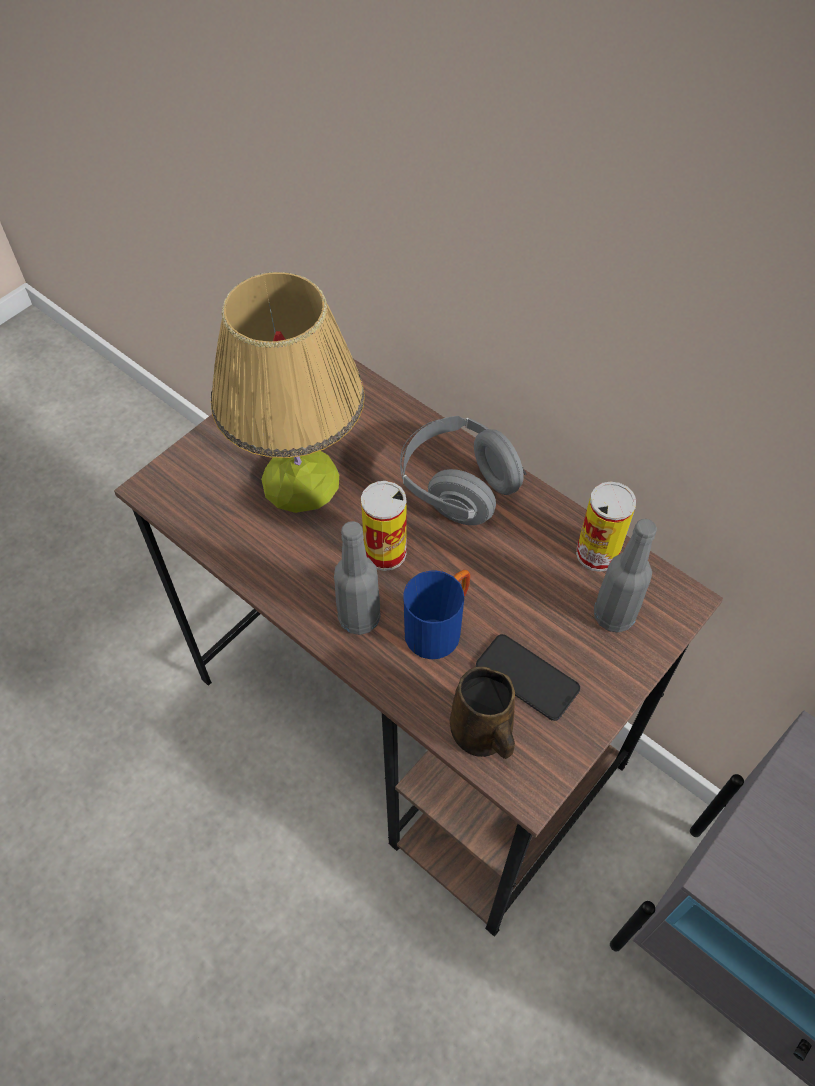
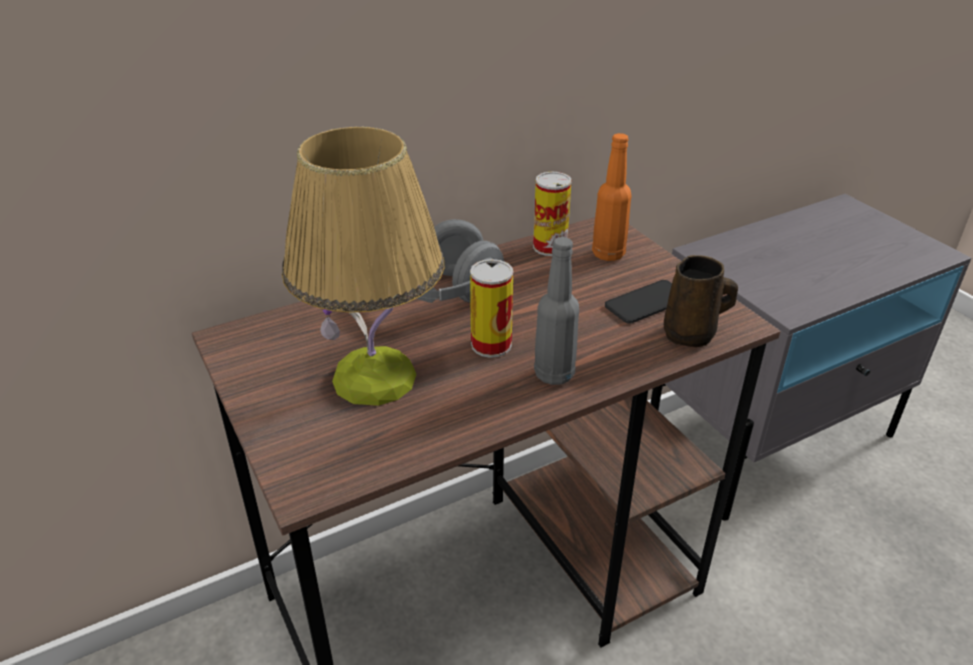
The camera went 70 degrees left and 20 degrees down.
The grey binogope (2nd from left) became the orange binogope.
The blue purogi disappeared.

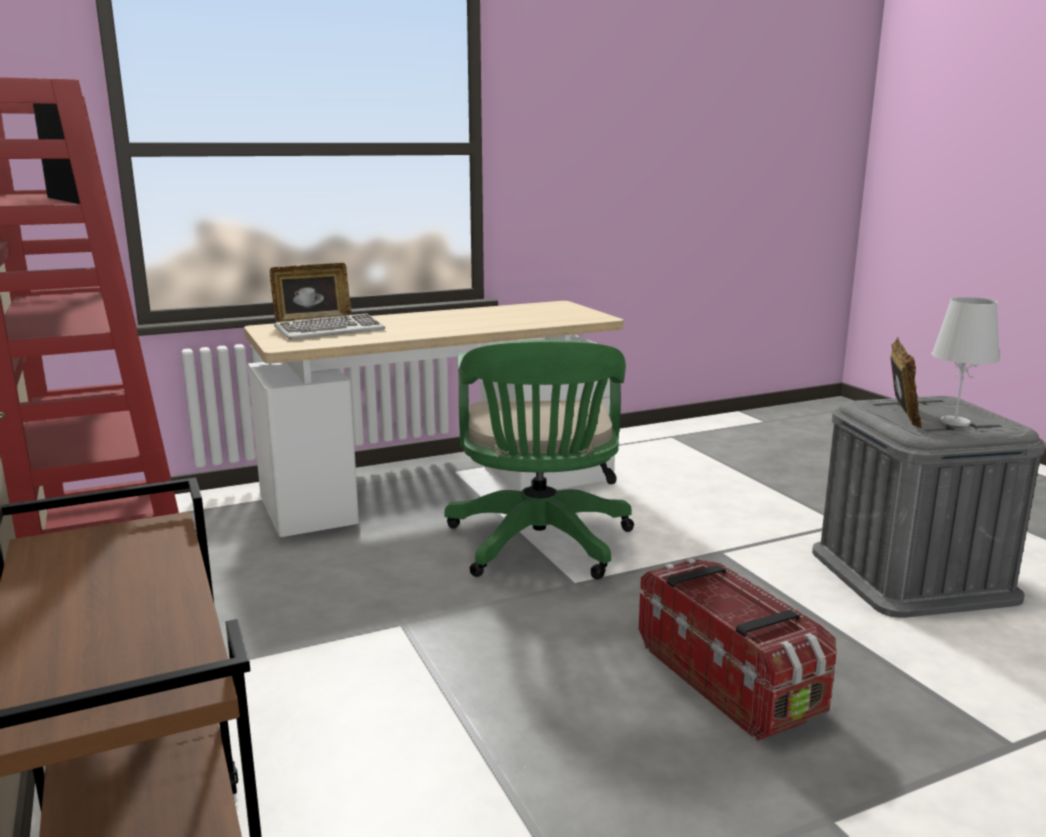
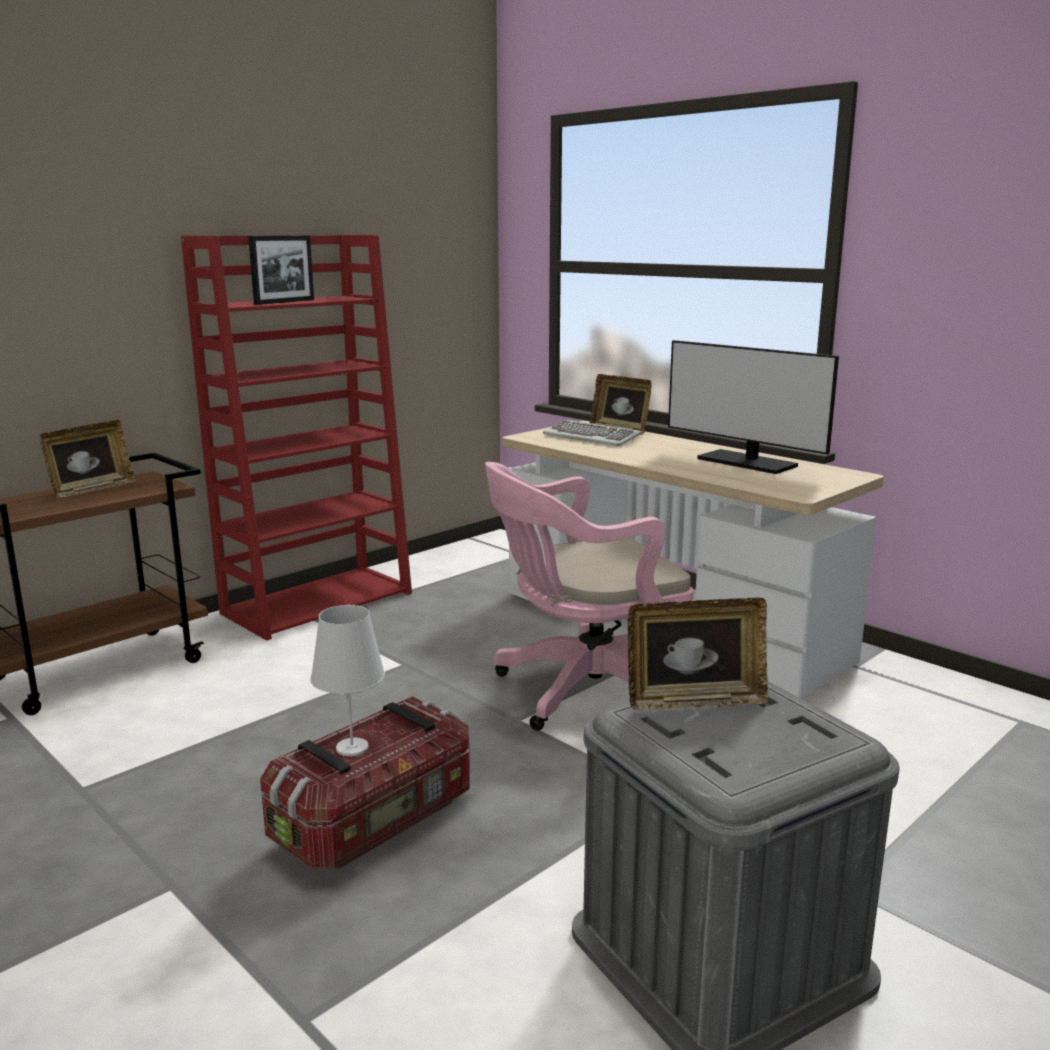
The camera went 70 degrees right and 0 degrees up.
The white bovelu moved.
The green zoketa became the pink zoketa.
The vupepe appeared.
The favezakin (1st from left) appeared.

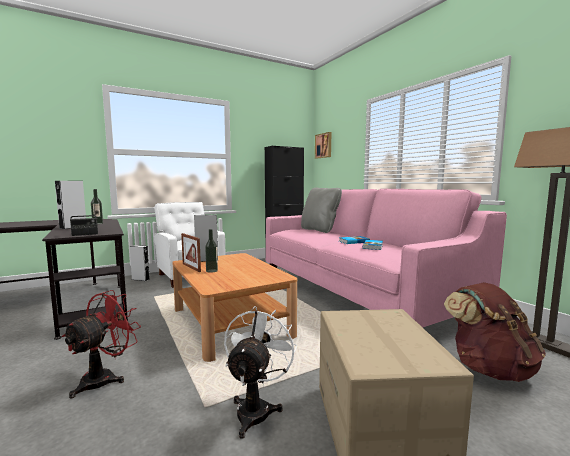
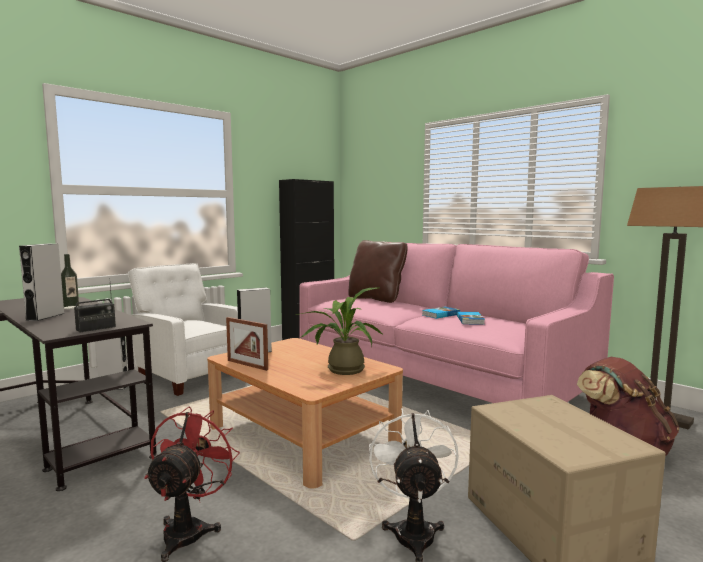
The camera went 15 degrees left and 0 degrees up.
The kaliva disappeared.
The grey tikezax became the brown tikezax.
The binogope (2nd from left) disappeared.
The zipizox appeared.

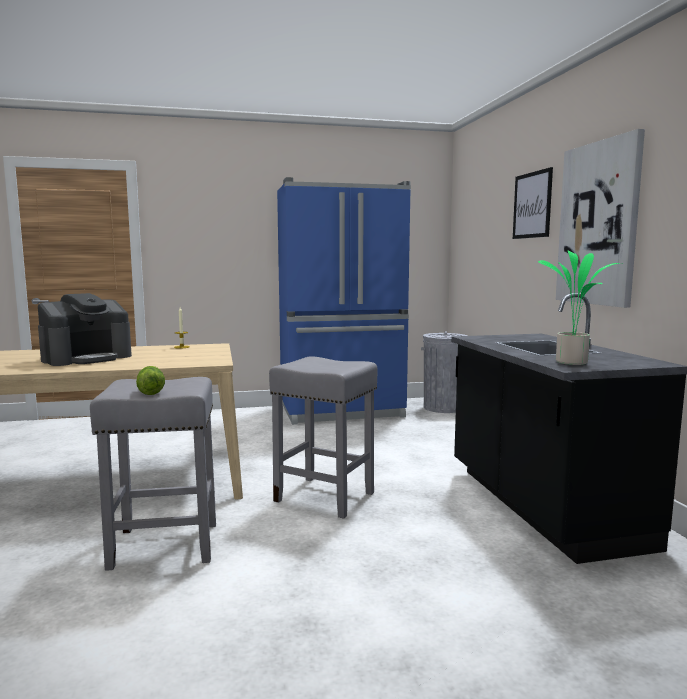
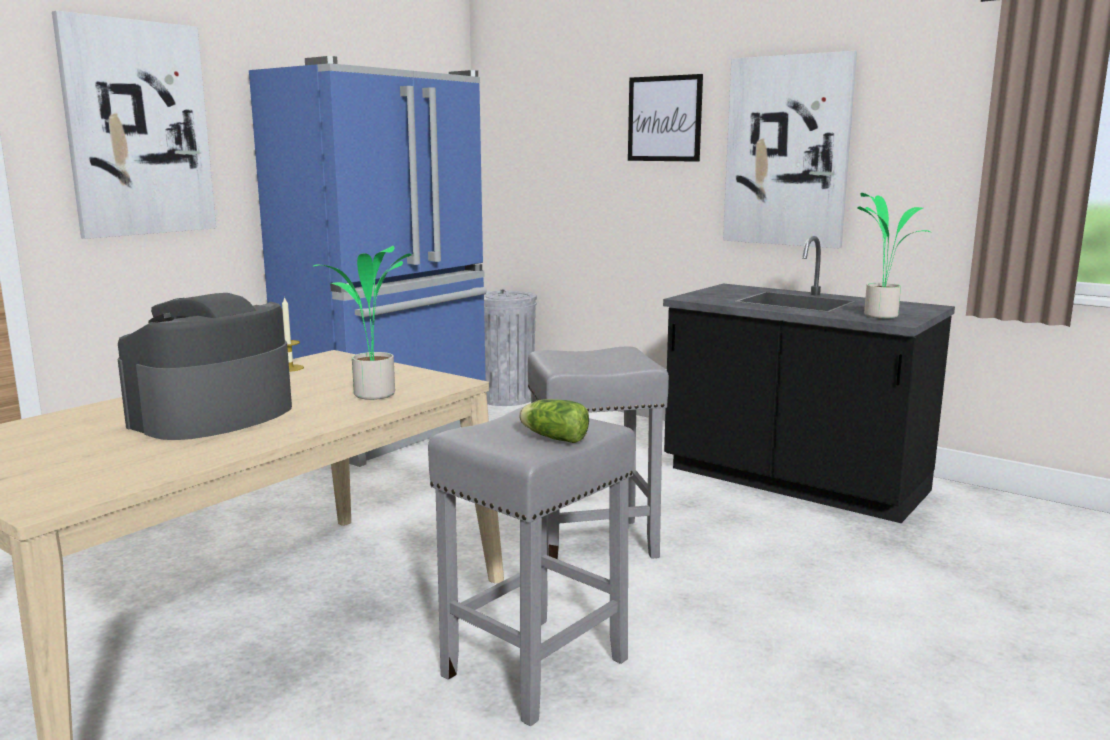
The camera went 40 degrees left and 5 degrees up.
The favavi turned 150 degrees counterclockwise.
The kaliva (1st from left) appeared.
The zipizox (1st from left) appeared.

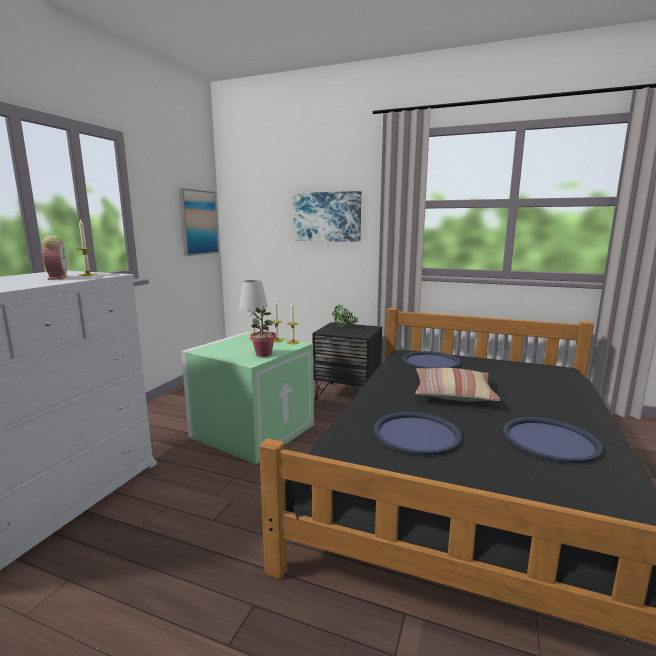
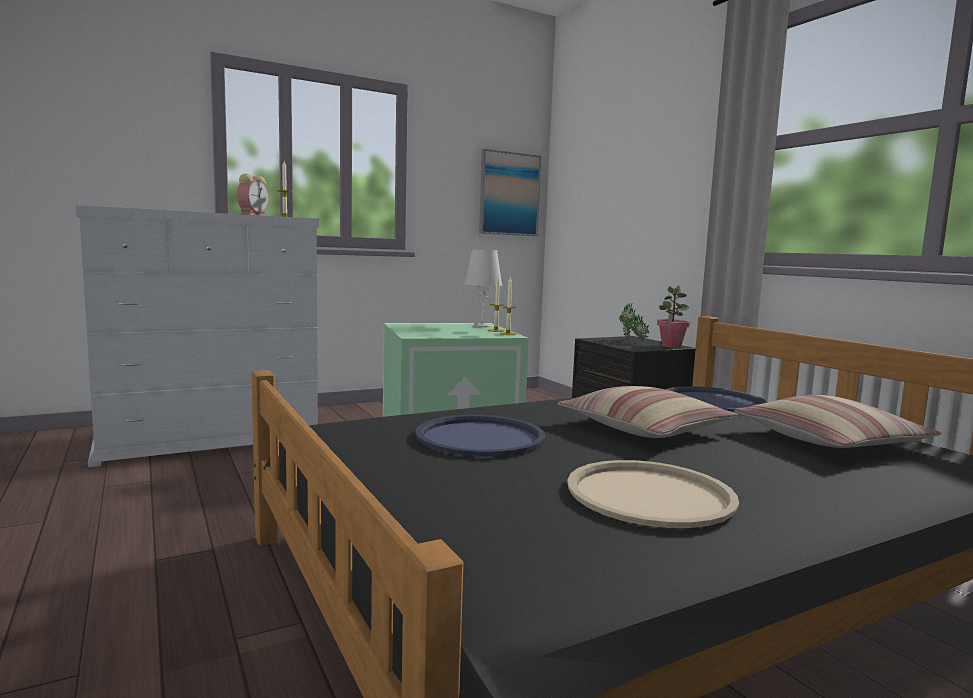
The camera went 40 degrees right and 5 degrees down.
The kaliva (2nd from left) disappeared.
The zipizox (1st from left in the first image) moved.
The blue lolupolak (3rd from left) became the beige lolupolak.
The tikezax (2nd from left) appeared.

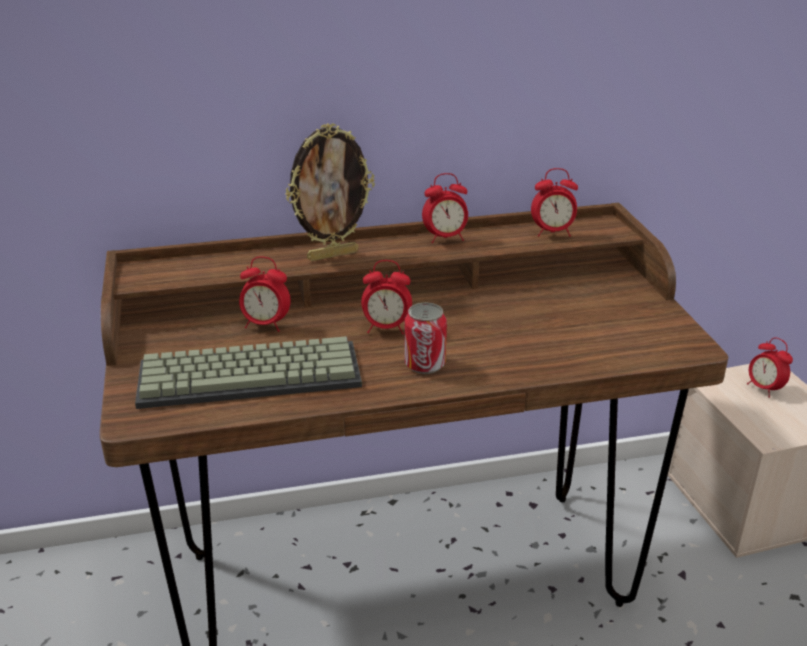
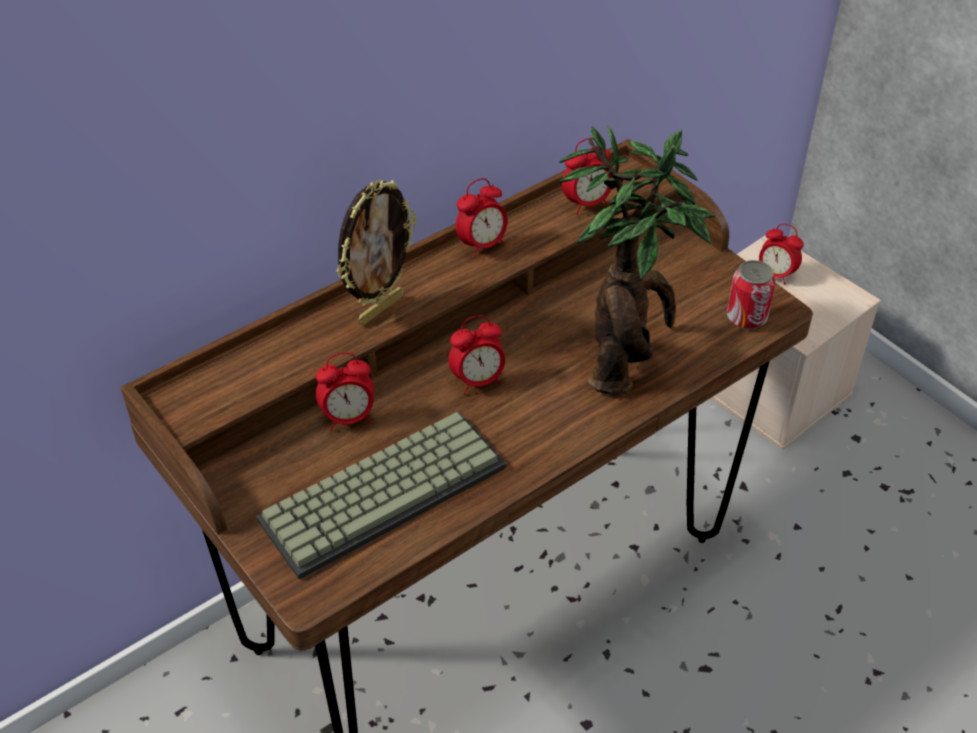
The camera went 25 degrees left and 15 degrees up.
The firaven moved.
The zipizox appeared.

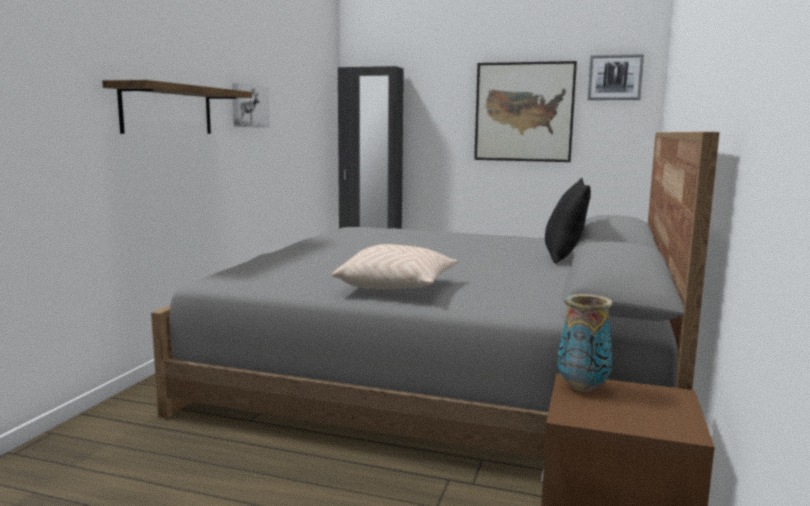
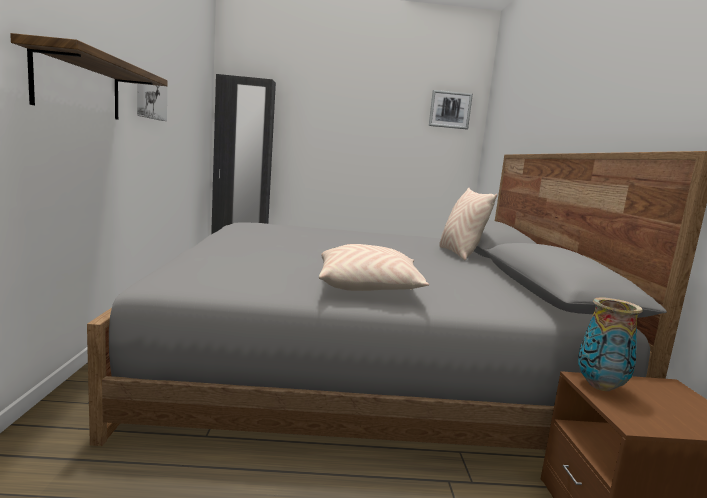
The camera went 20 degrees left and 0 degrees up.
The kaliva (2nd from left) disappeared.
The black tikezax became the beige tikezax (2nd from left).

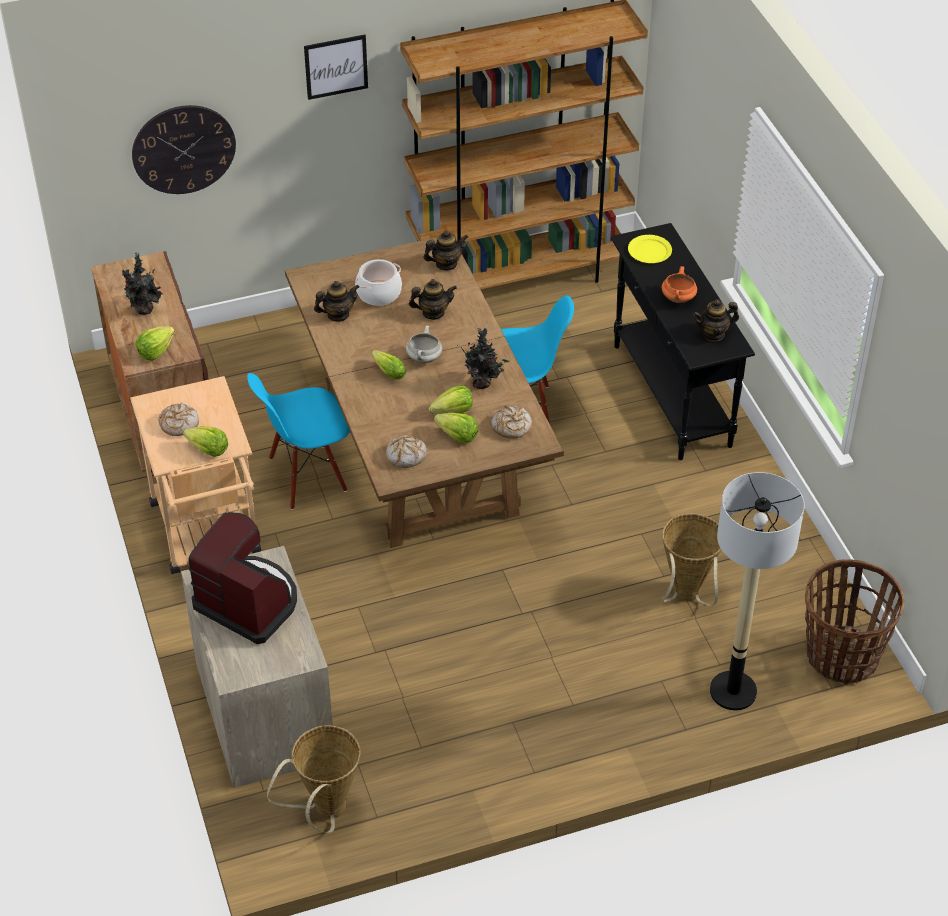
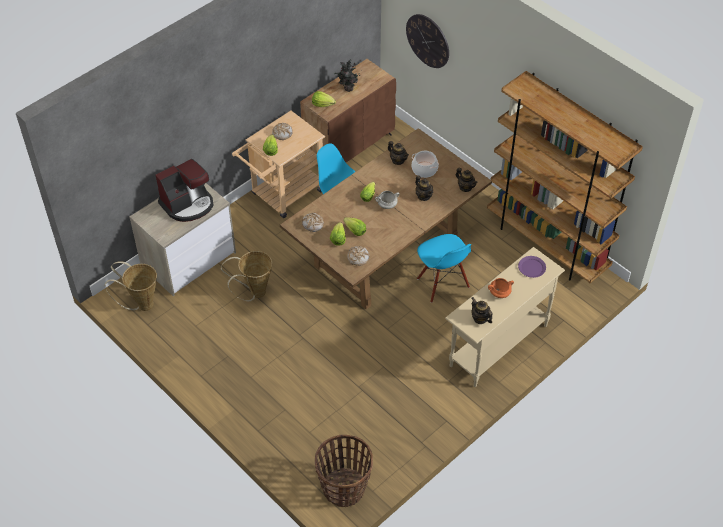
The camera went 65 degrees right and 5 degrees up.
The kaliva disappeared.
The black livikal became the beige livikal.
The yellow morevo became the purple morevo.
The zipizox (2nd from left) disappeared.
The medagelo disappeared.
The favavi turned 45 degrees clockwise.
The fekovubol (2nd from left) moved.

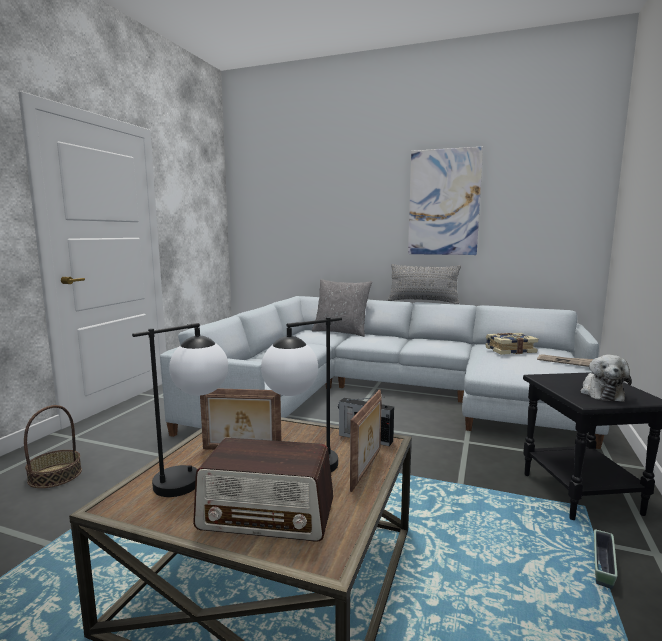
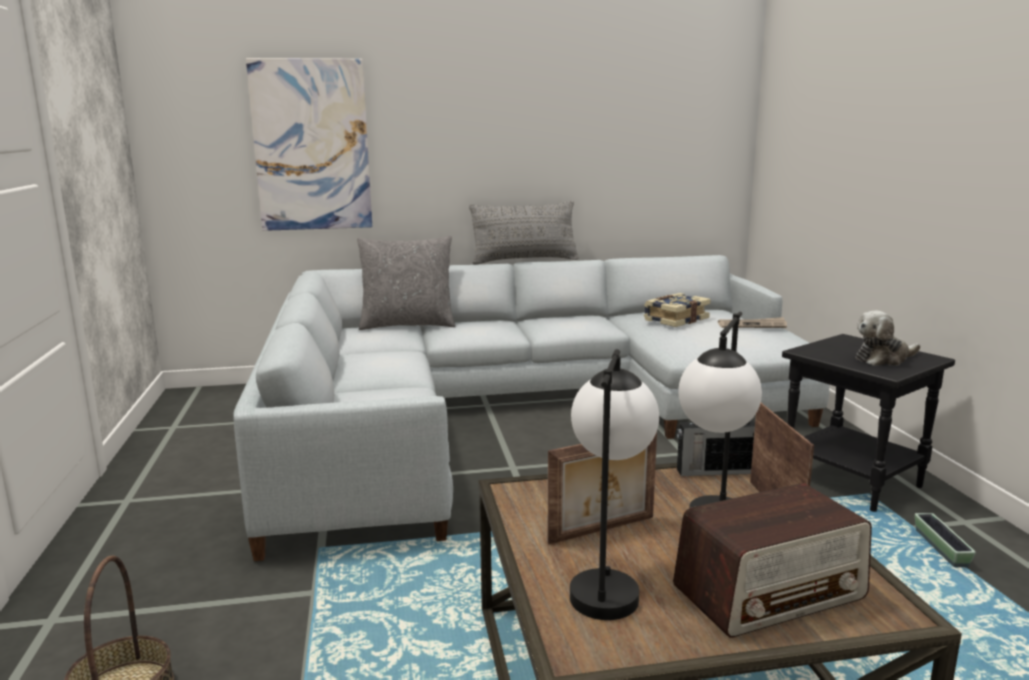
The camera went 30 degrees left and 5 degrees up.
The kaliva moved.
The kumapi turned 90 degrees clockwise.

